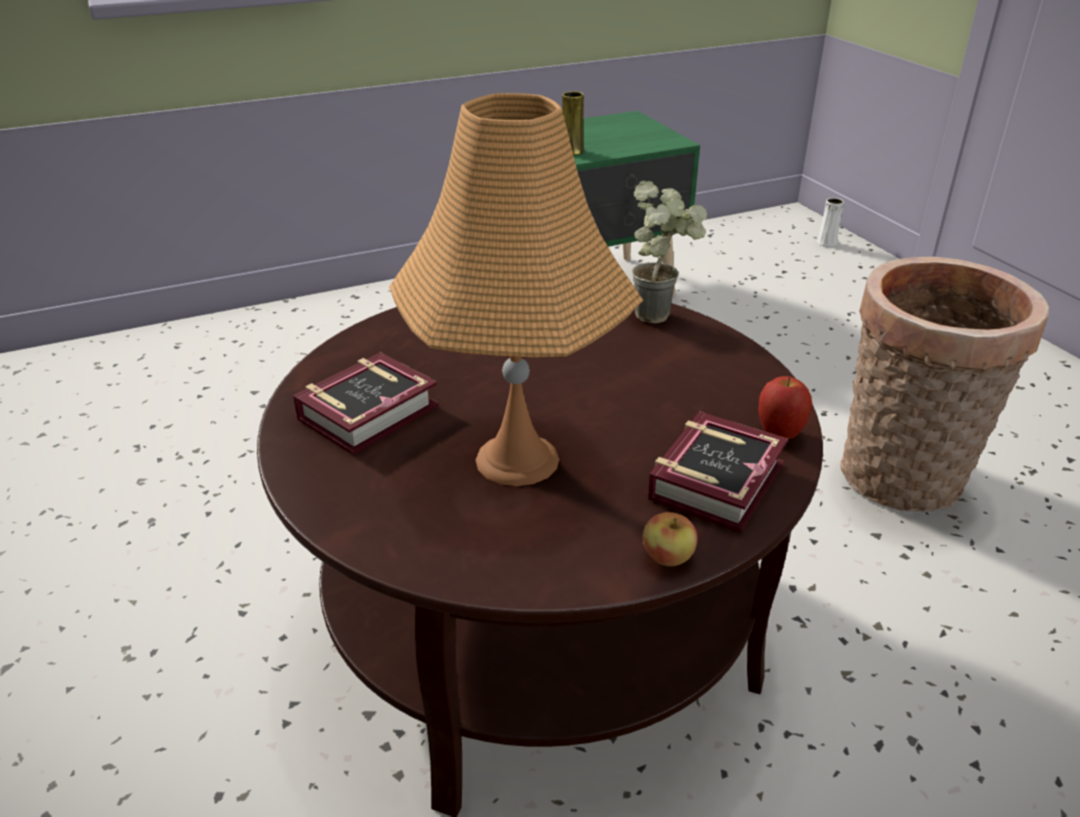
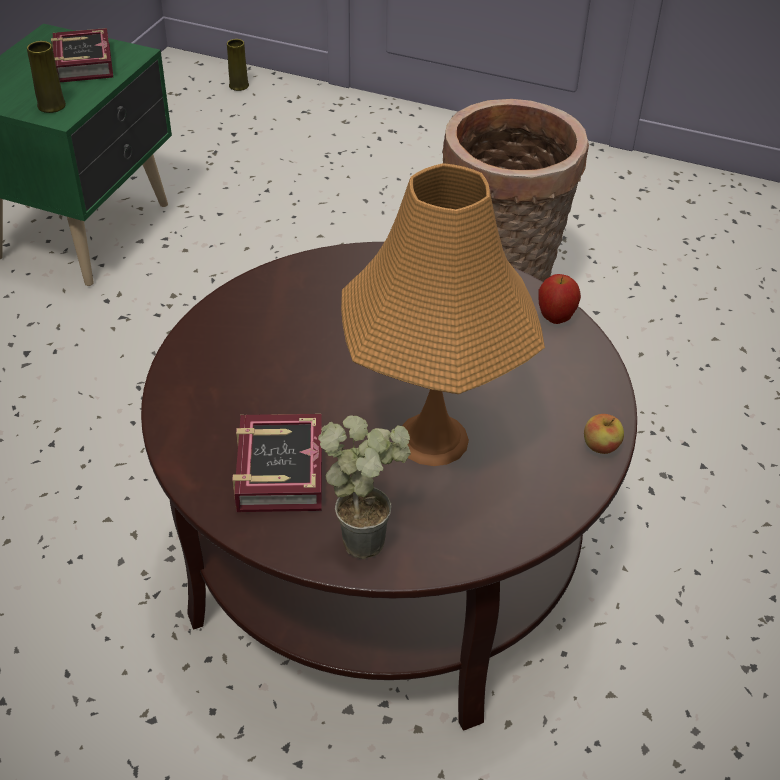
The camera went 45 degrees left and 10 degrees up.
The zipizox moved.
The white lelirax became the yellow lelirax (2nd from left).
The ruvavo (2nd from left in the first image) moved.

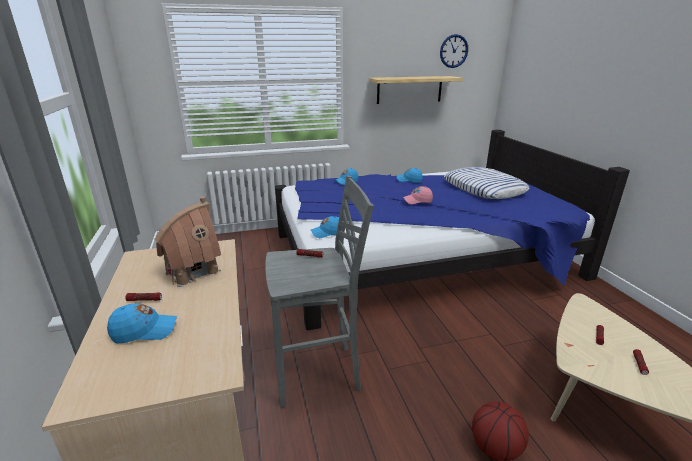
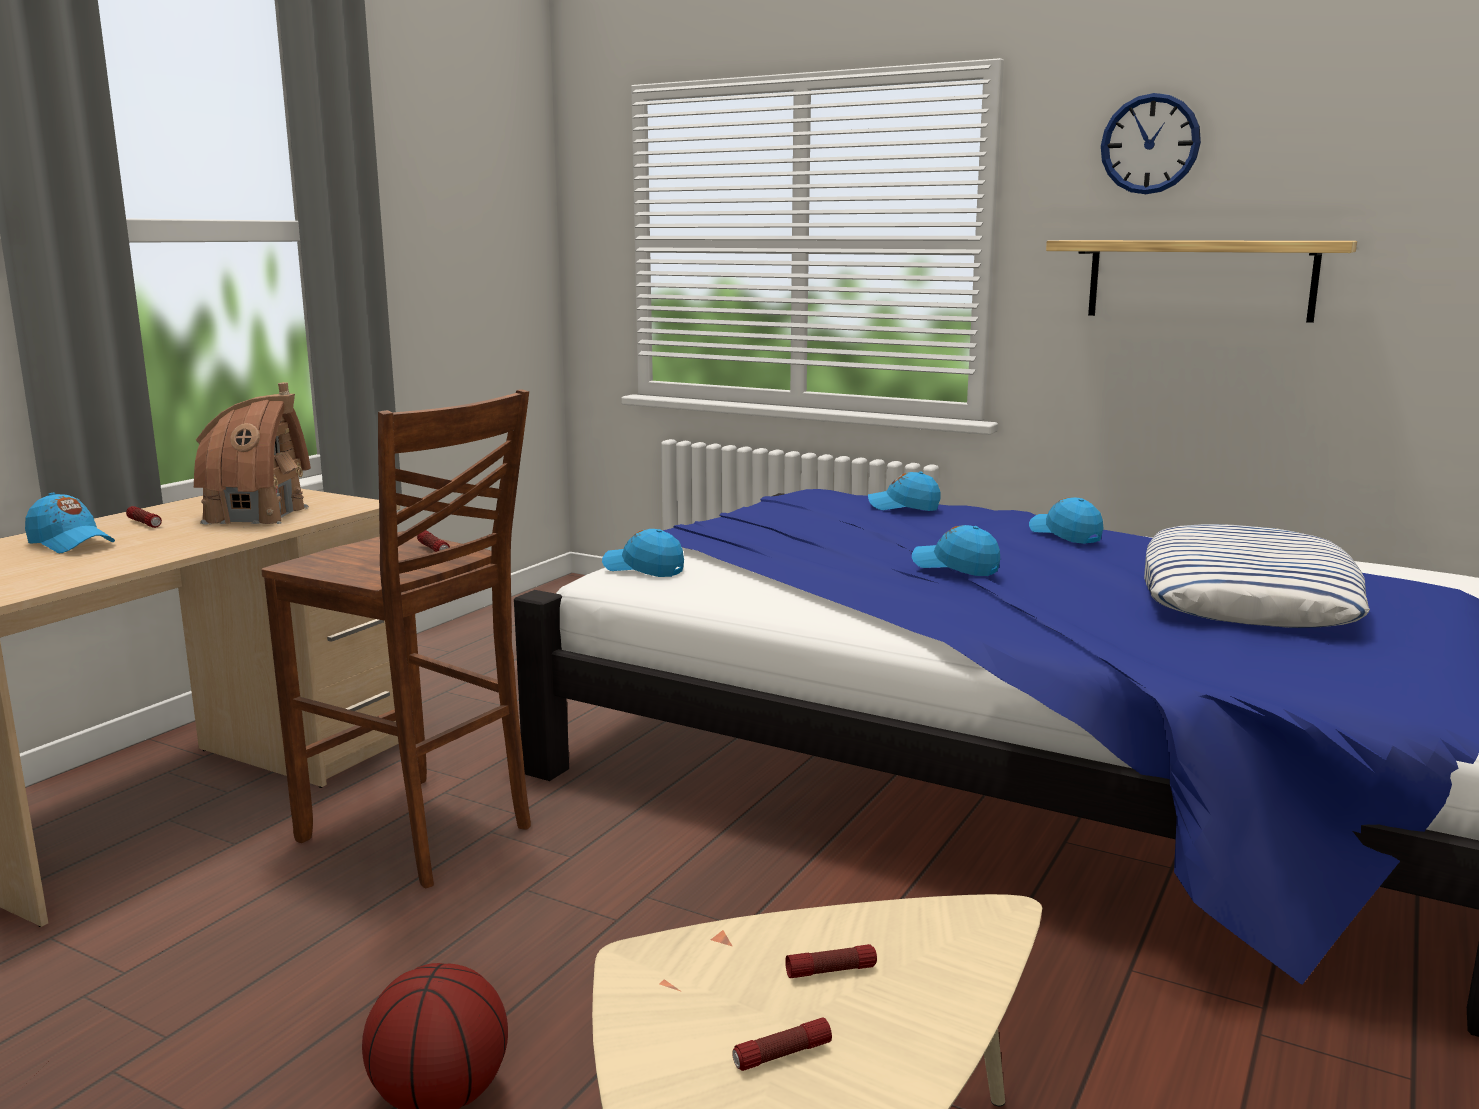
The camera went 45 degrees right and 10 degrees down.
The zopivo moved.
The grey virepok became the brown virepok.
The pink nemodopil became the blue nemodopil (4th from left).

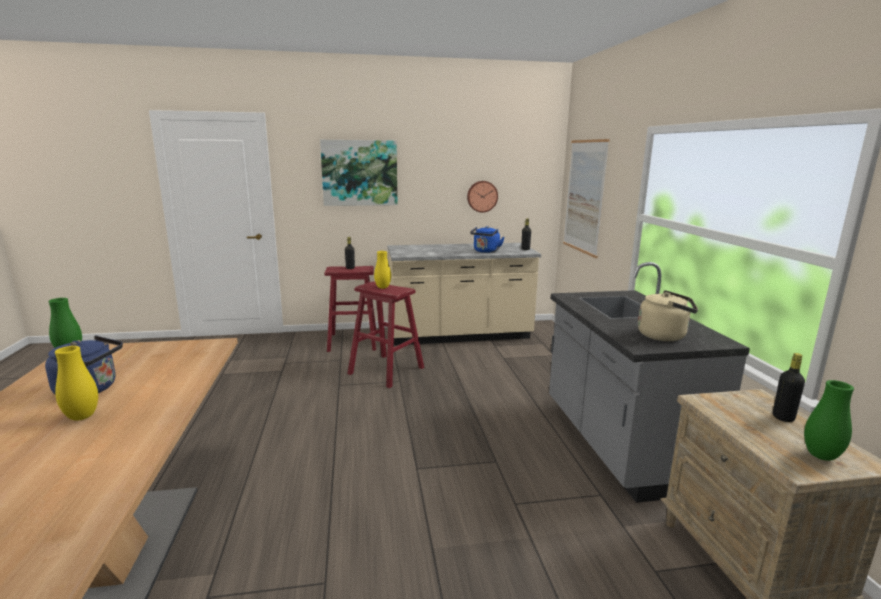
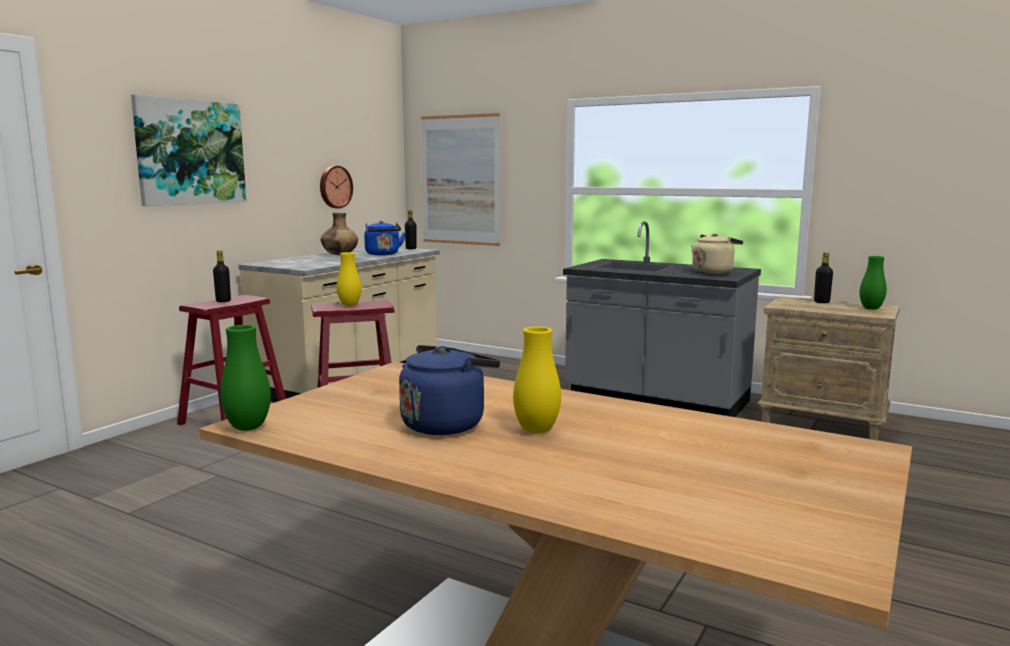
The camera went 50 degrees left and 5 degrees down.
The brown lelirax appeared.

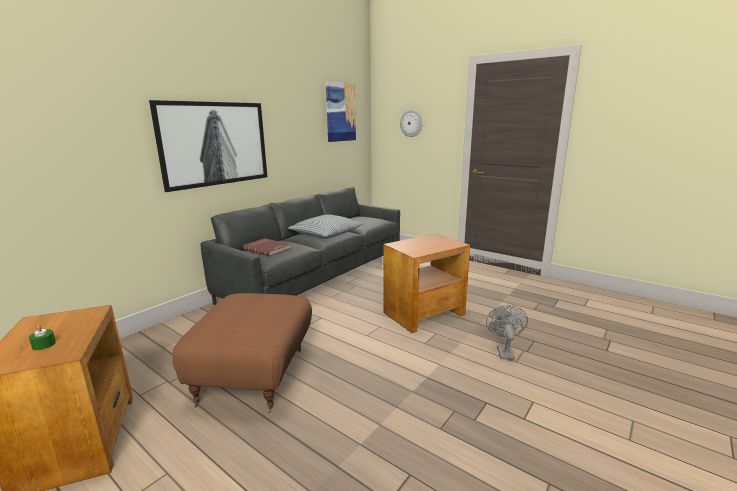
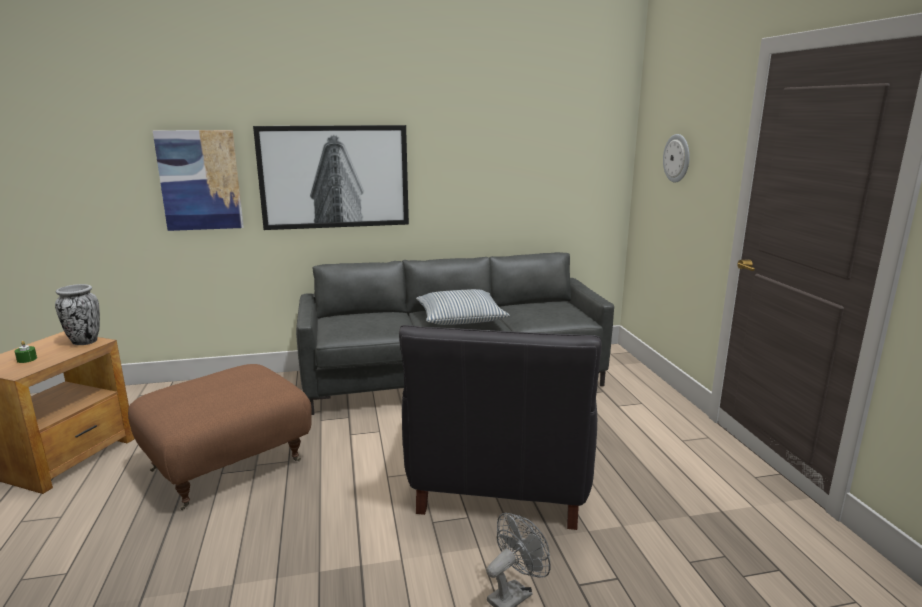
The camera went 40 degrees right and 0 degrees up.
The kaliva (2nd from left in the first image) moved.
The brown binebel (2nd from left) was replaced by the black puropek.
The red ruvavo disappeared.
The lelirax appeared.

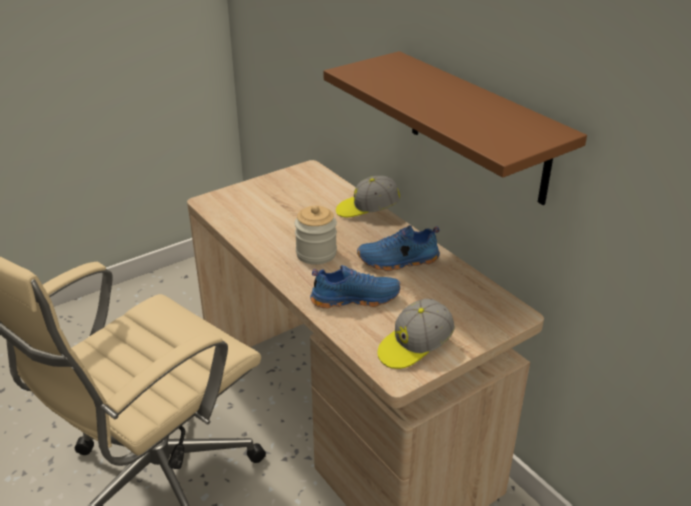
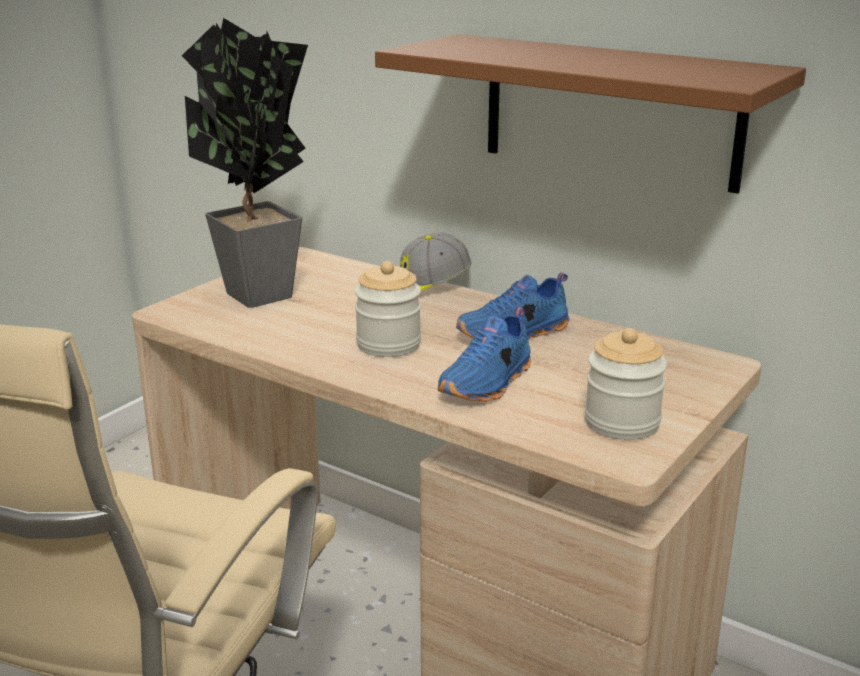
The camera went 20 degrees left and 10 degrees down.
The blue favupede (1st from left) turned 150 degrees clockwise.
The nemodopil (2nd from left) was replaced by the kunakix (2nd from left).
The zipizox appeared.

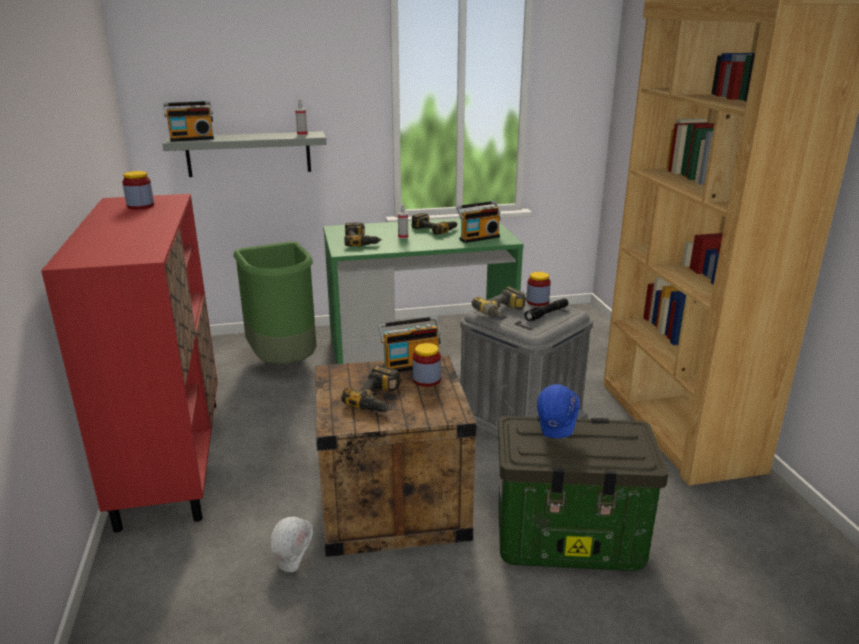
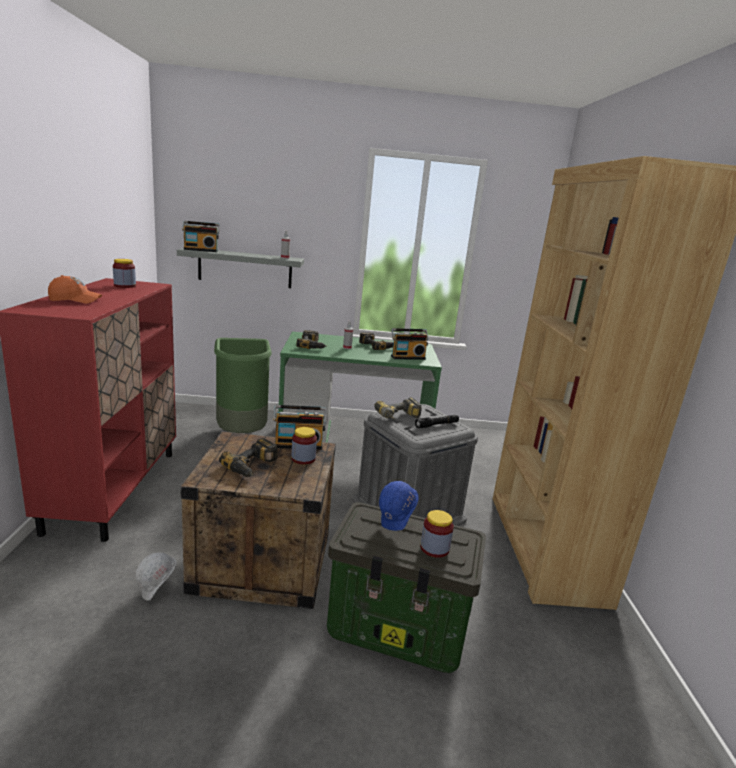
The camera went 10 degrees right and 5 degrees down.
The kunakix (3rd from left) moved.
The orange nemodopil appeared.

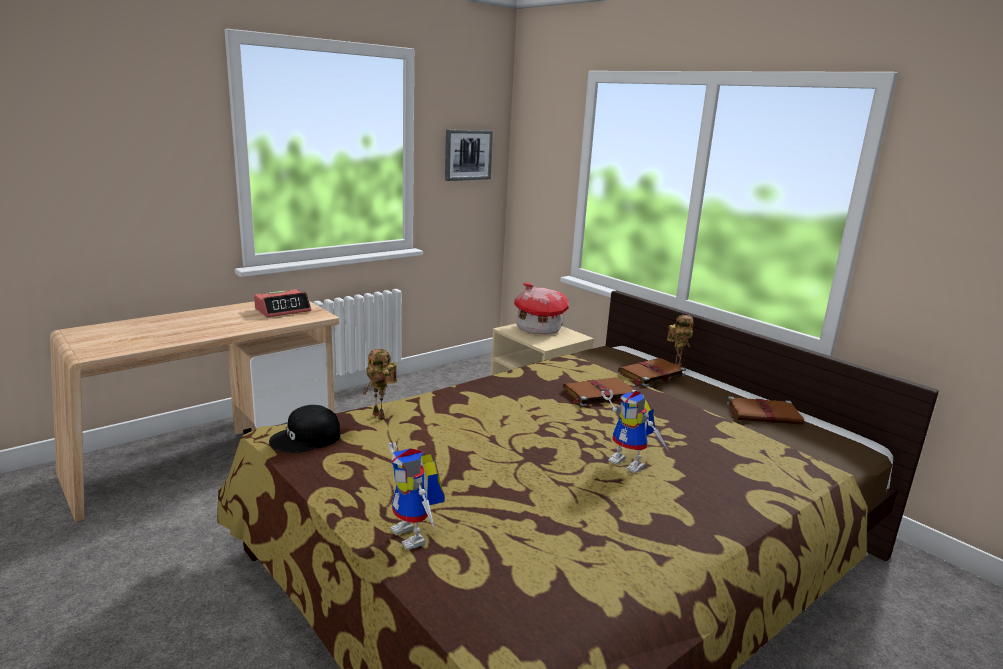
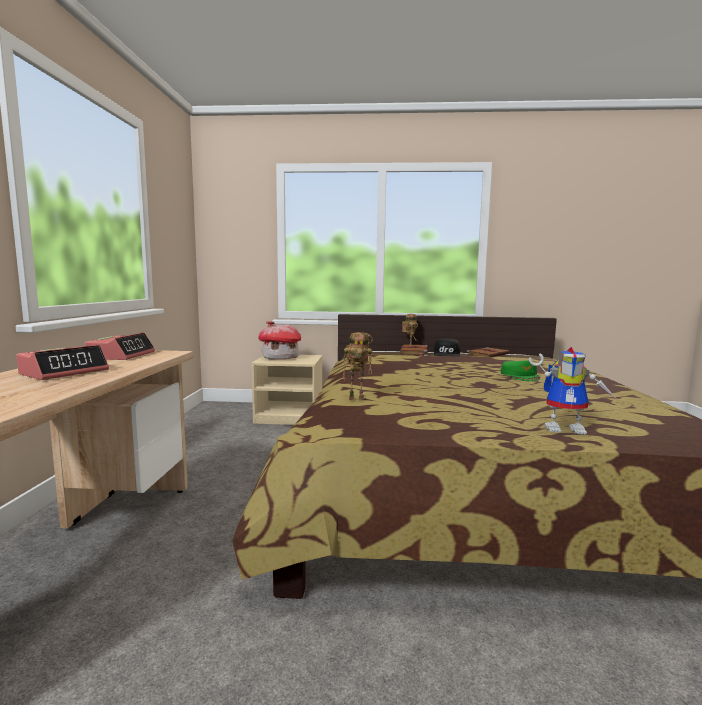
The camera went 45 degrees left and 10 degrees down.
The kaliva disappeared.
The brown ruvavo (1st from left) disappeared.
The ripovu (3rd from left) was replaced by the green nemodopil.
The black nemodopil moved.
The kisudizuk (1st from left) appeared.

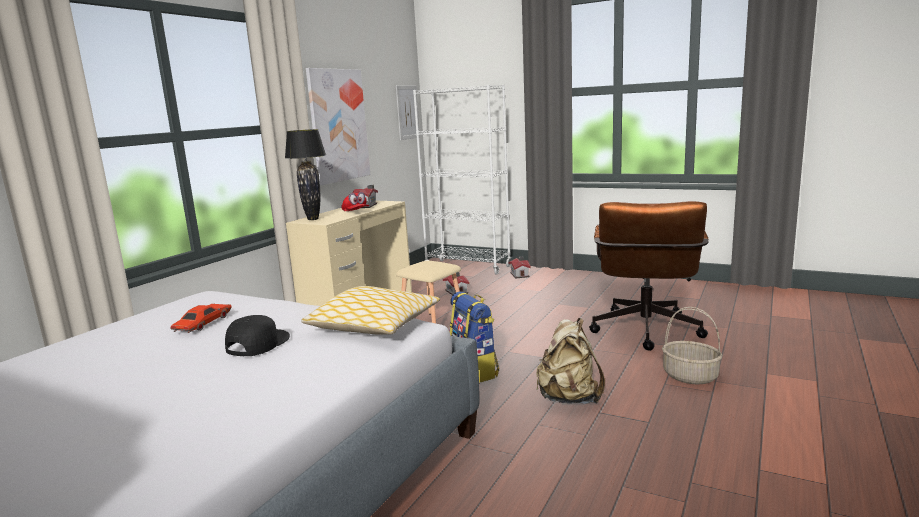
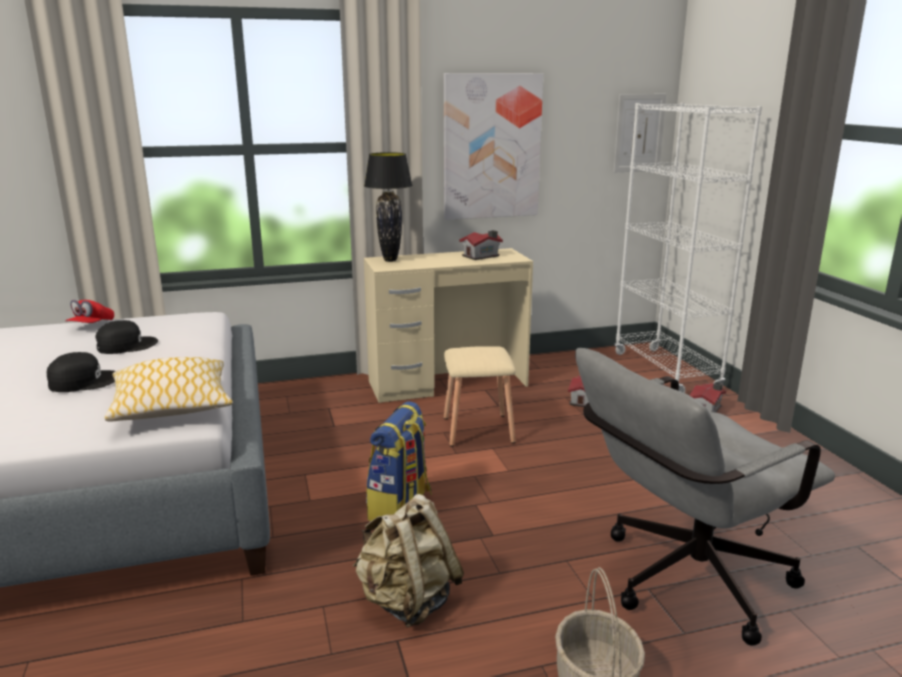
The camera went 45 degrees right and 5 degrees up.
The red nemodopil moved.
The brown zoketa became the grey zoketa.
The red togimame was replaced by the black nemodopil (2nd from left).

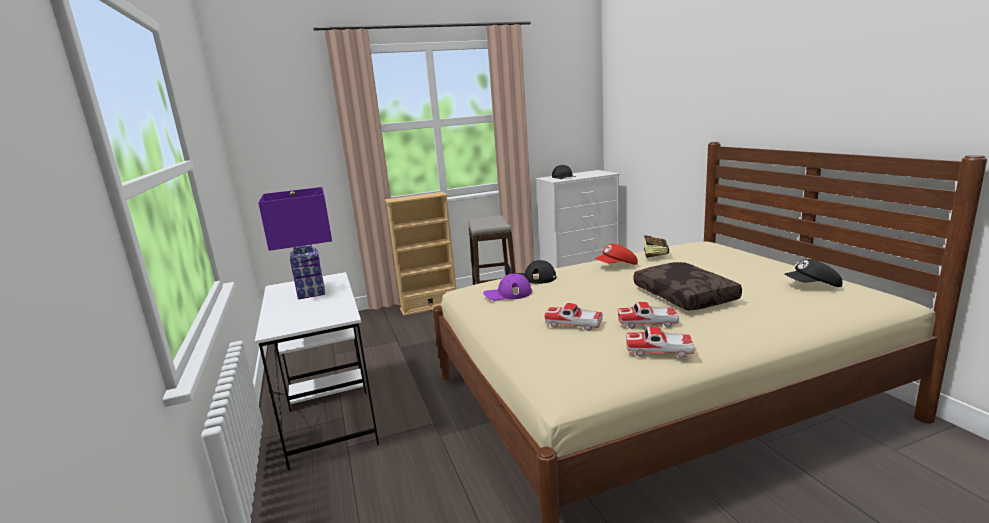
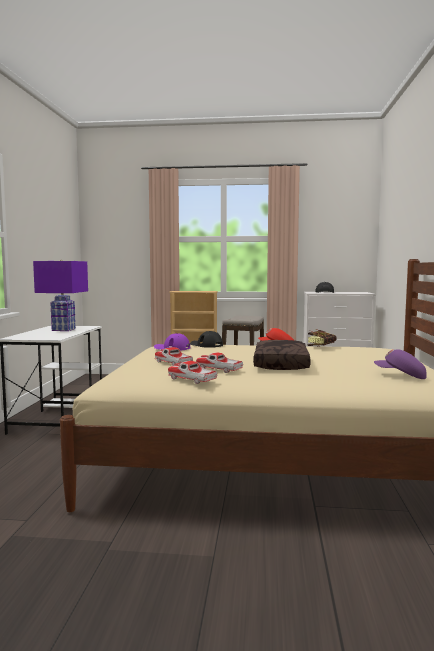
The camera went 25 degrees right and 10 degrees down.
The black nemodopil (3rd from left) became the purple nemodopil (2nd from left).

